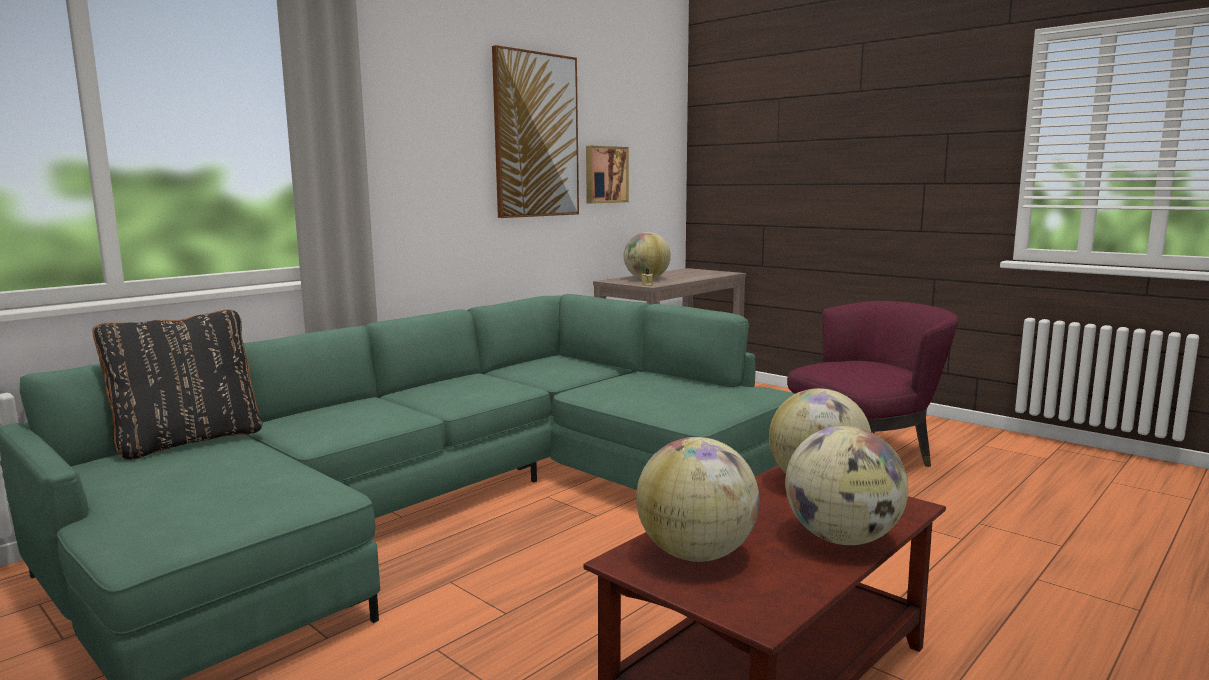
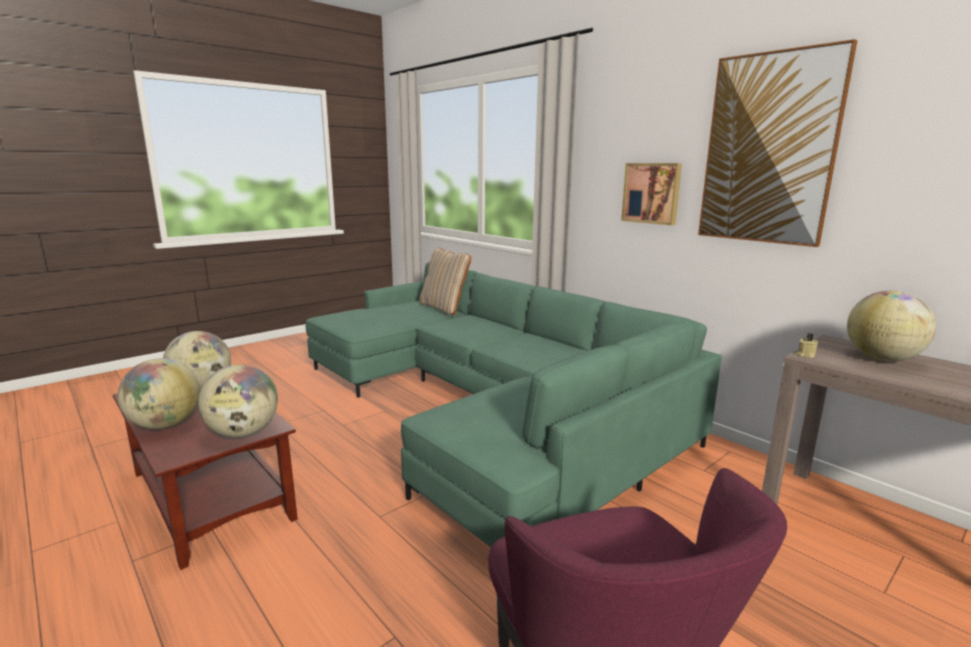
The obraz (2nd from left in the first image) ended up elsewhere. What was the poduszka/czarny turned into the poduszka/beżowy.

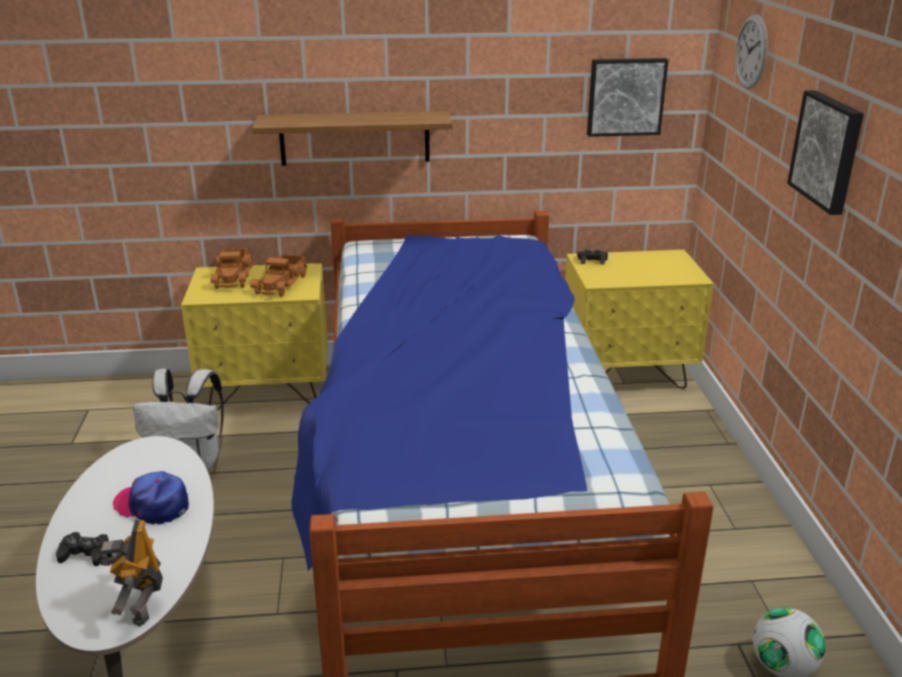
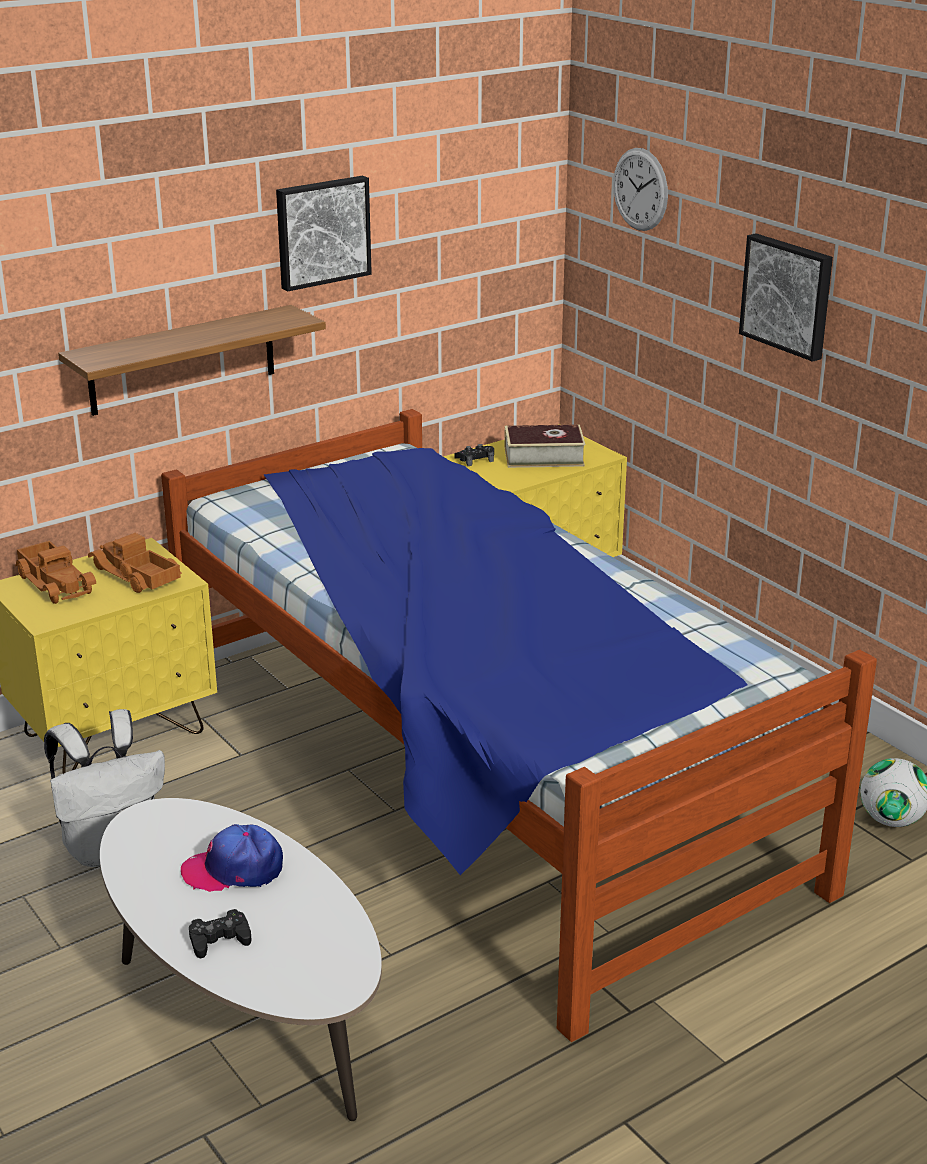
The obraz (1st from left) ended up elsewhere. The ciężarówka zabawkowa (2nd from left) ended up facing another way, 150 degrees clockwise from before. The second view lost the robot zabawkowy. The second view gained the książka.

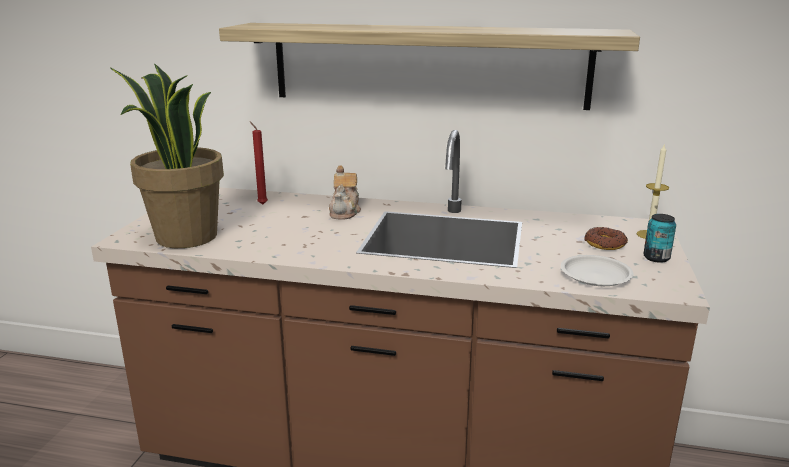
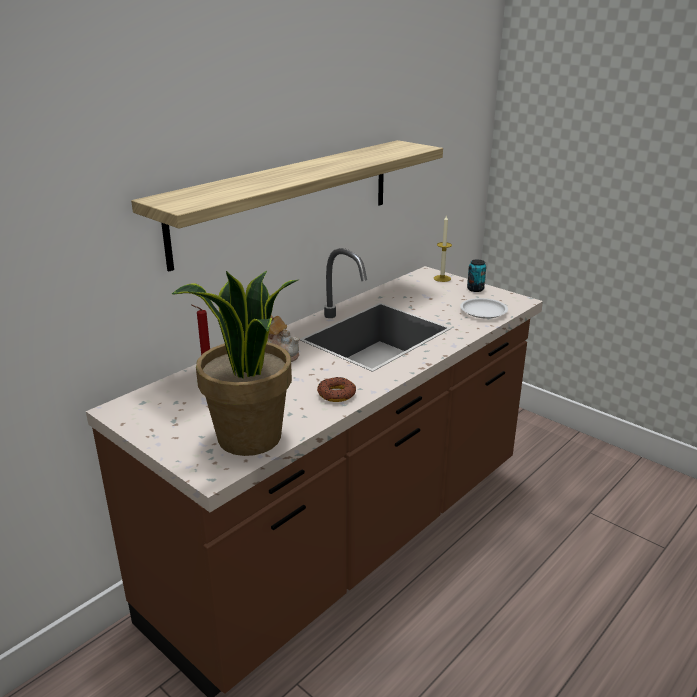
The donut ended up elsewhere.

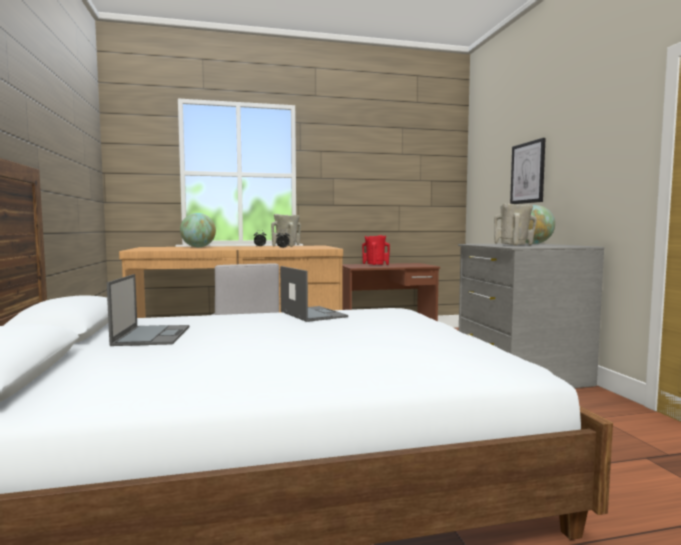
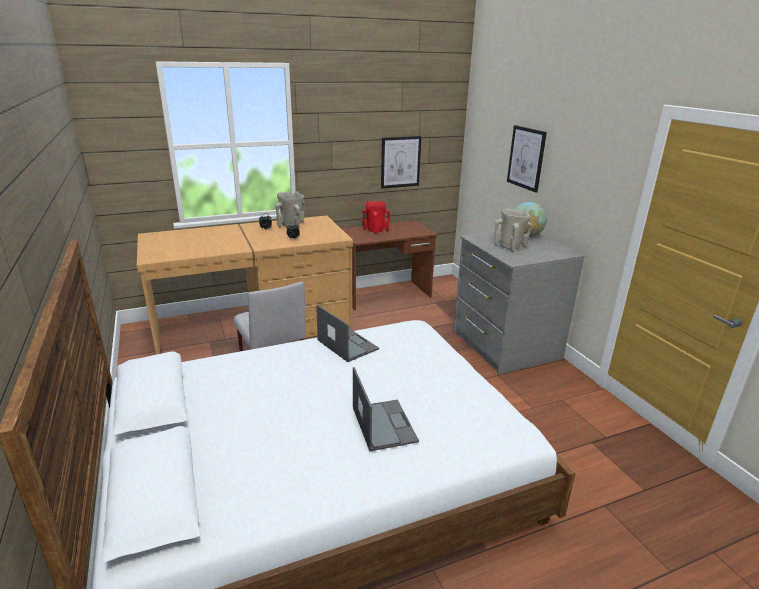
The second view lost the globus (1st from left). The laptop (1st from left in the first image) ended up elsewhere. The second view gained the obraz (1st from left).

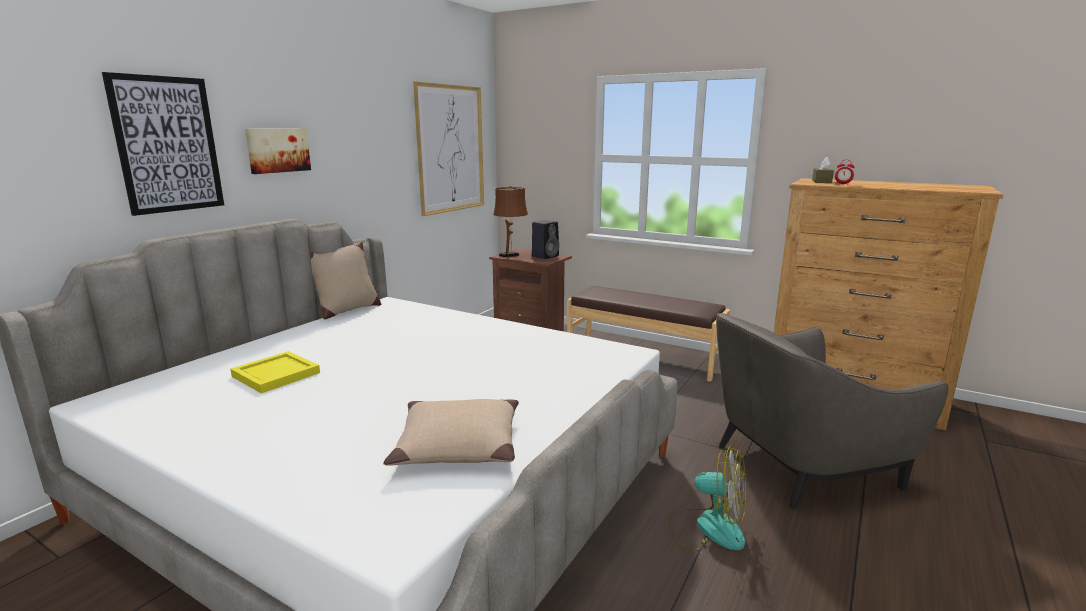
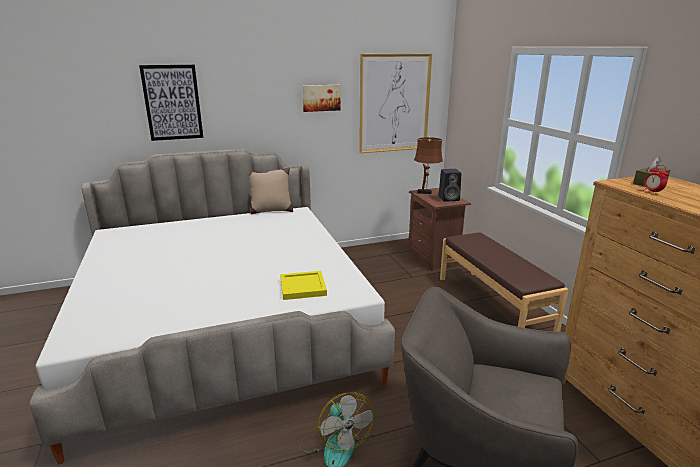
The obraz (2nd from left) ended up elsewhere. The taca/żółty ended up elsewhere. The second view lost the poduszka/beżowy (2nd from left).

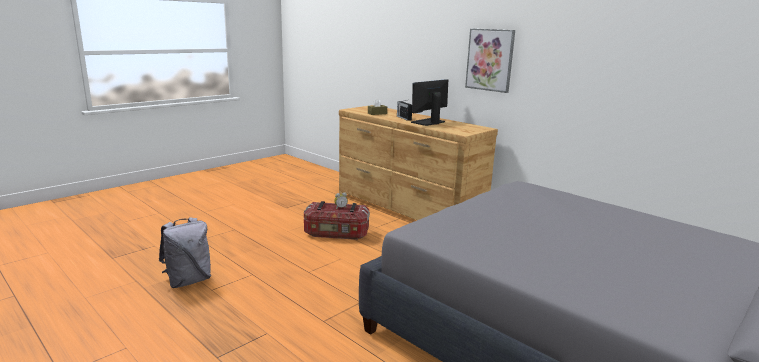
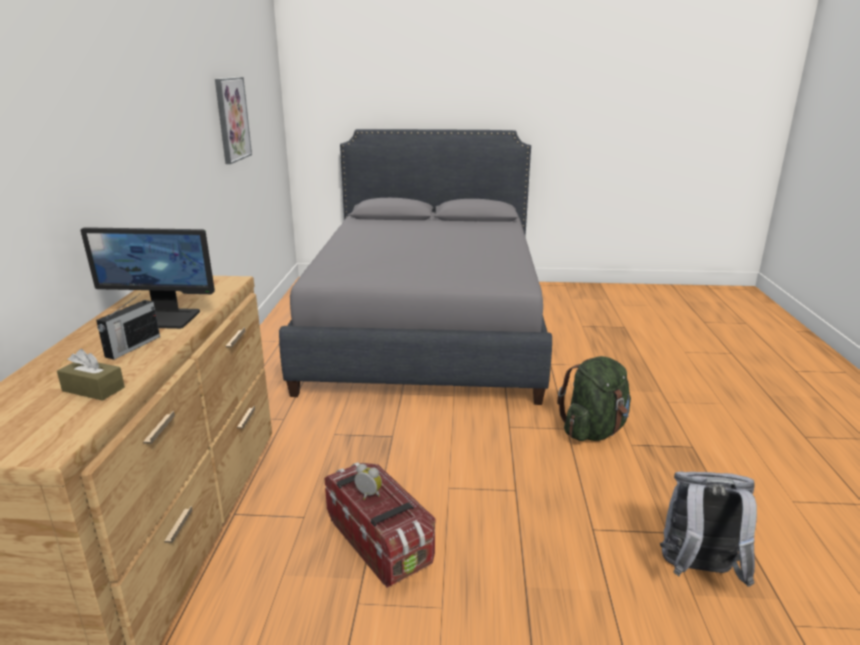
The obraz ended up elsewhere. The second view gained the plecak/zielony.

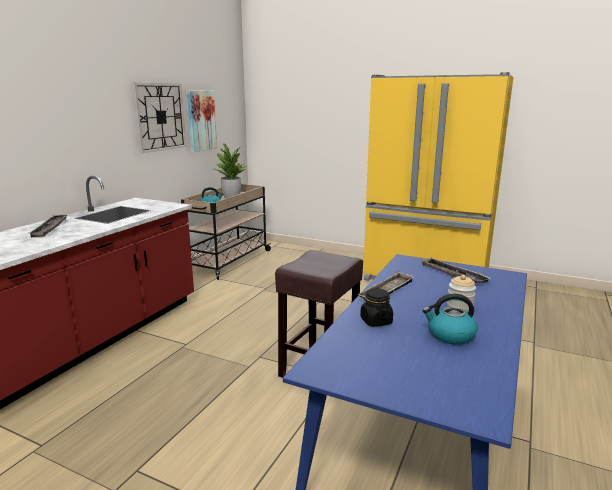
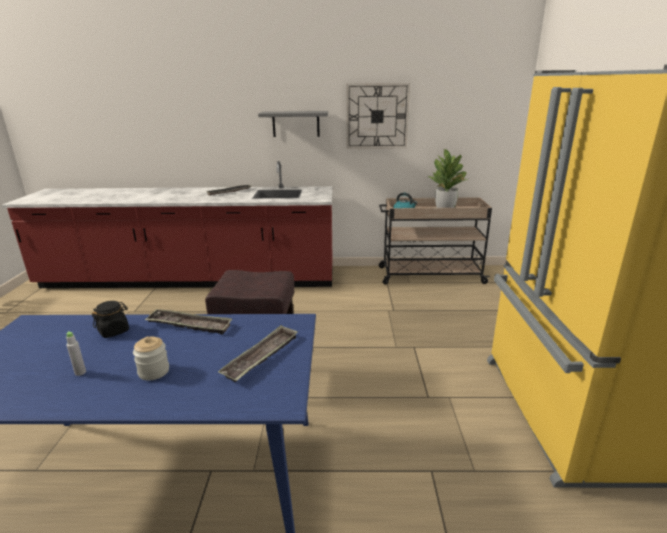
The second view lost the obraz. Where the czajnik (2nd from left) stood, the butelka/szary came to stand. The second view gained the półka/szary.

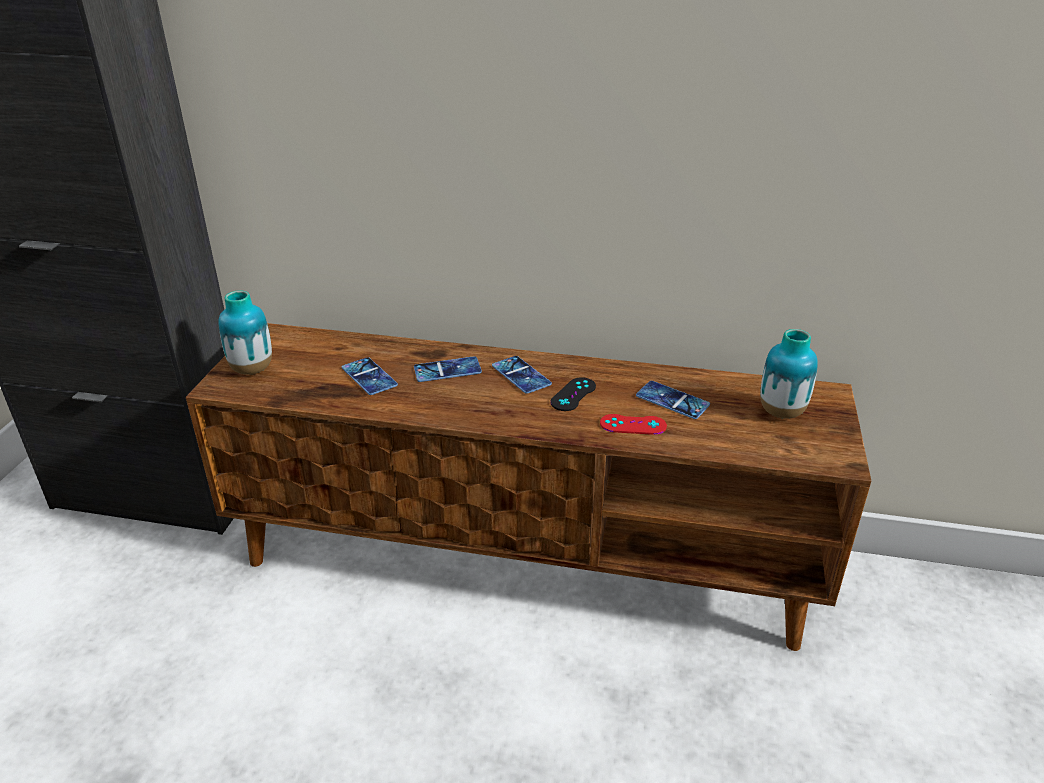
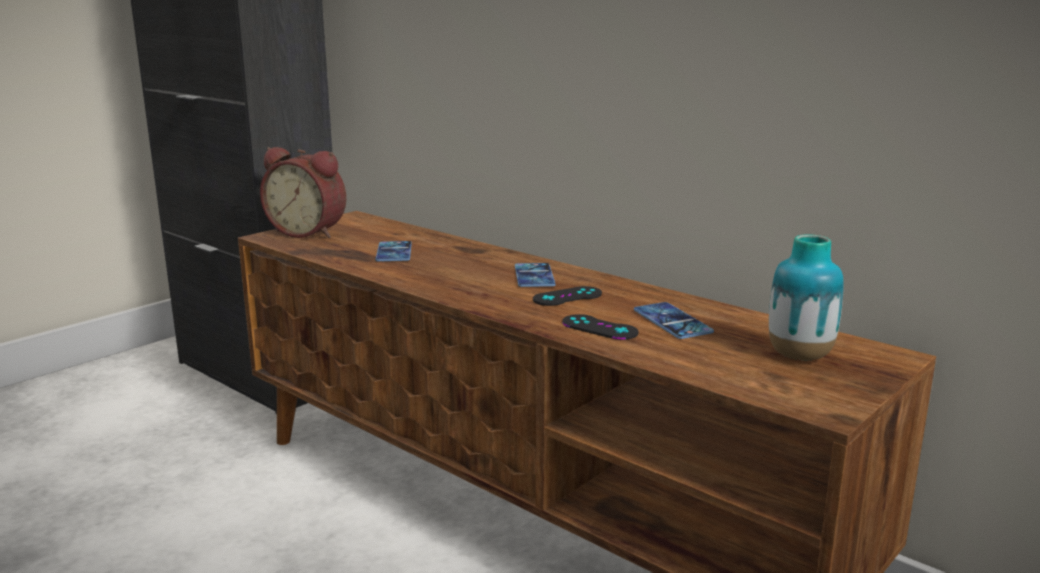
Where the wazon (1st from left) stood, the budzik came to stand. The second view lost the telefon (2nd from left). What was the pad do gier/czerwony turned into the pad do gier/czarny (2nd from left).

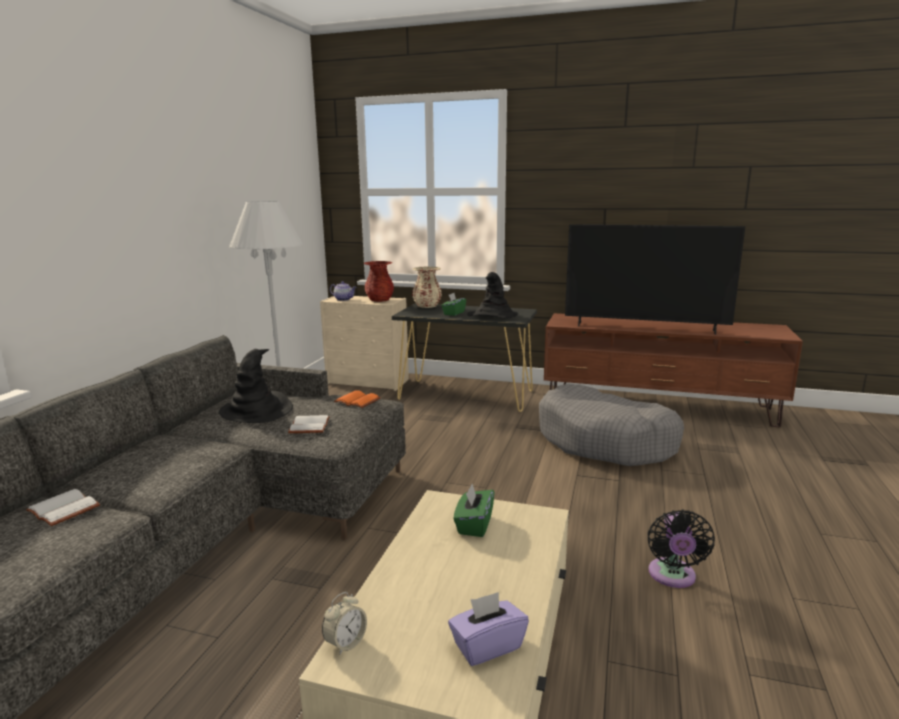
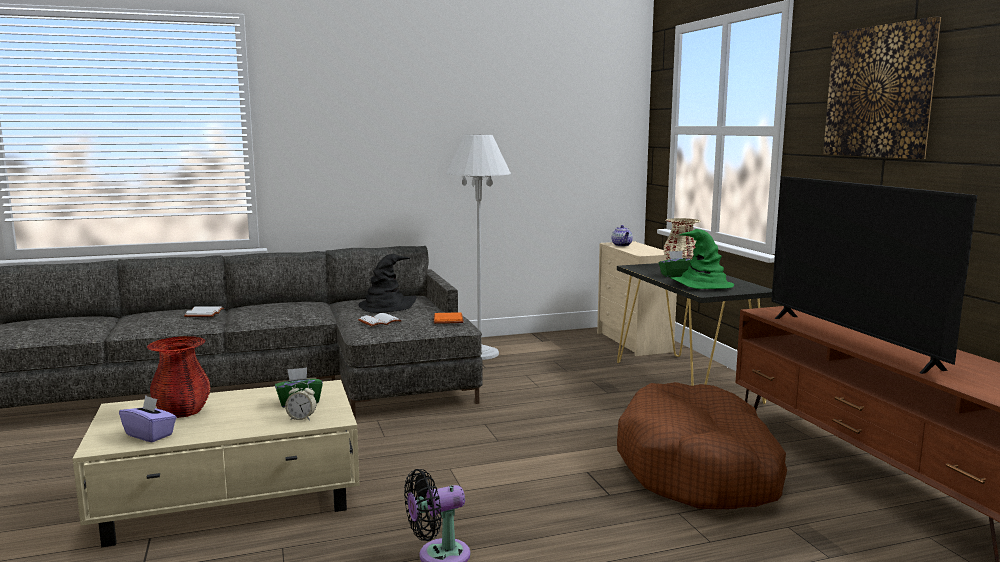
The wazon/czerwony ended up elsewhere. What was the kapelusz/czarny (2nd from left) turned into the kapelusz/zielony. What was the legowisko/szary turned into the legowisko/brązowy. The budzik ended up elsewhere. The second view gained the obraz.

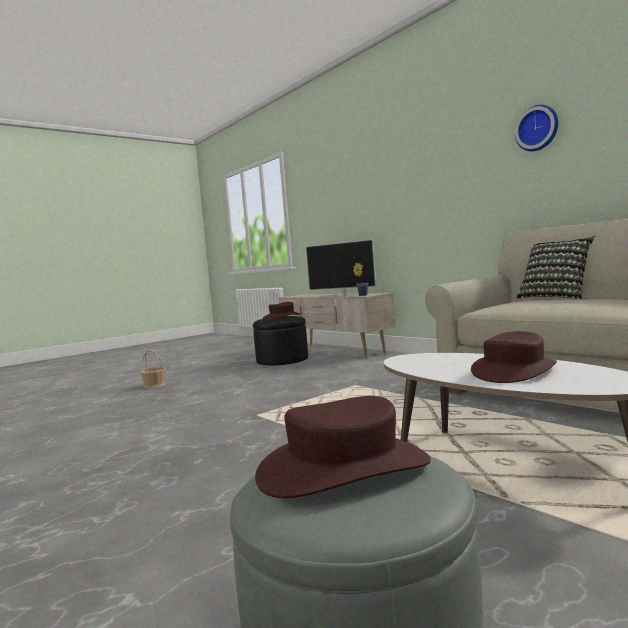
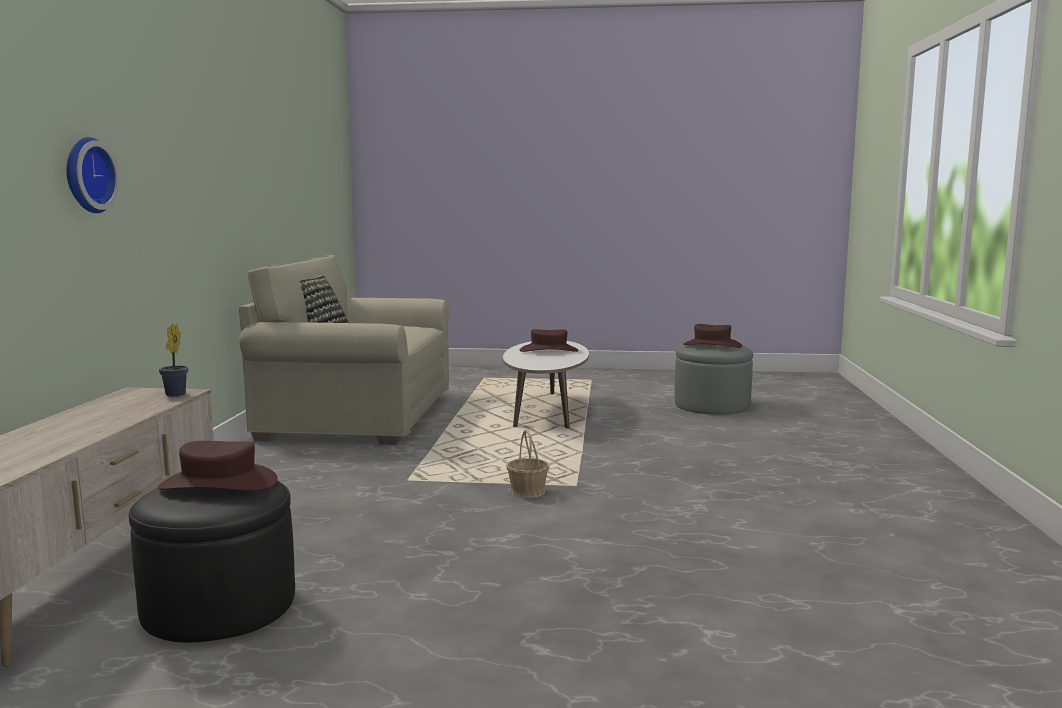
The zegar ścienny ended up elsewhere. The second view lost the telewizor. The koszyk ended up elsewhere.

